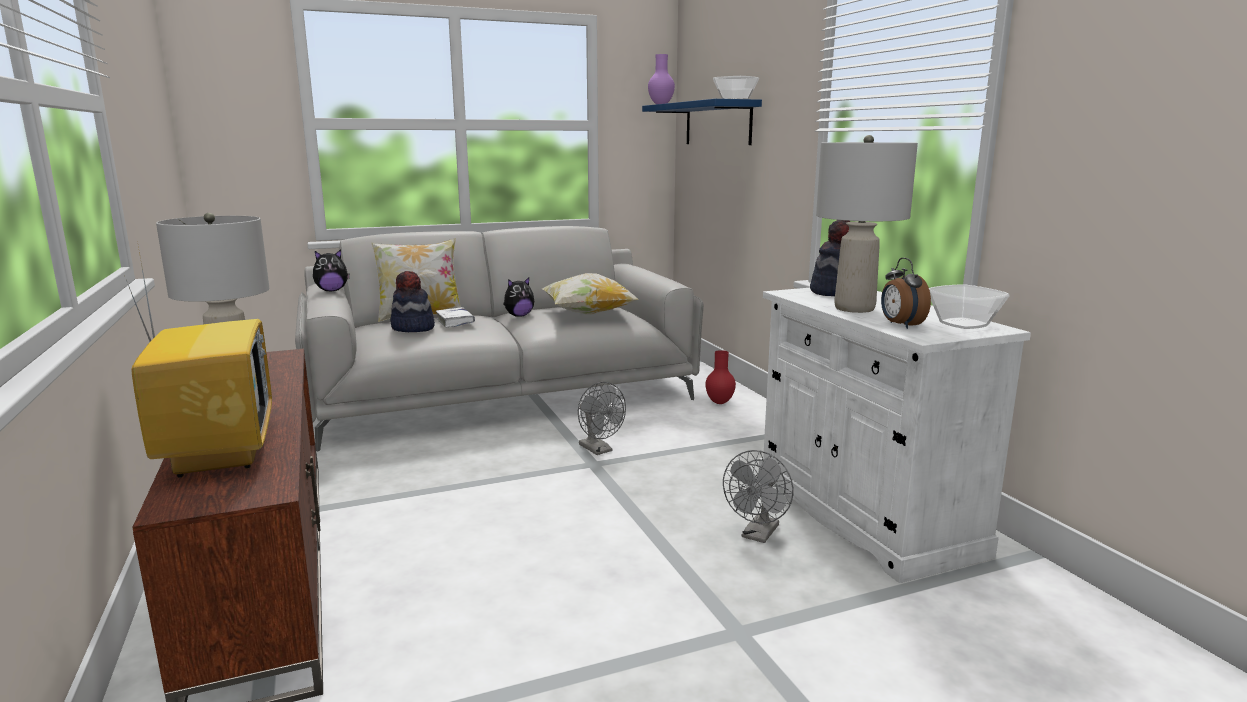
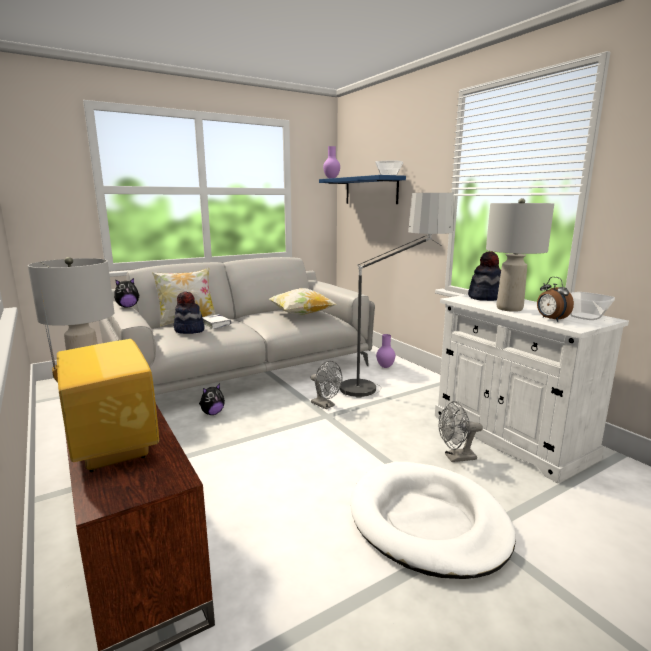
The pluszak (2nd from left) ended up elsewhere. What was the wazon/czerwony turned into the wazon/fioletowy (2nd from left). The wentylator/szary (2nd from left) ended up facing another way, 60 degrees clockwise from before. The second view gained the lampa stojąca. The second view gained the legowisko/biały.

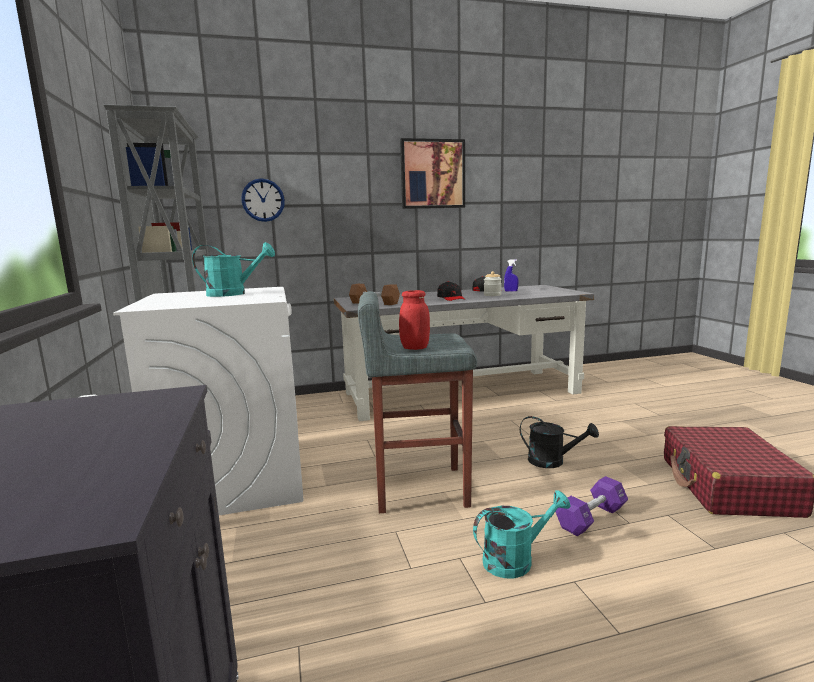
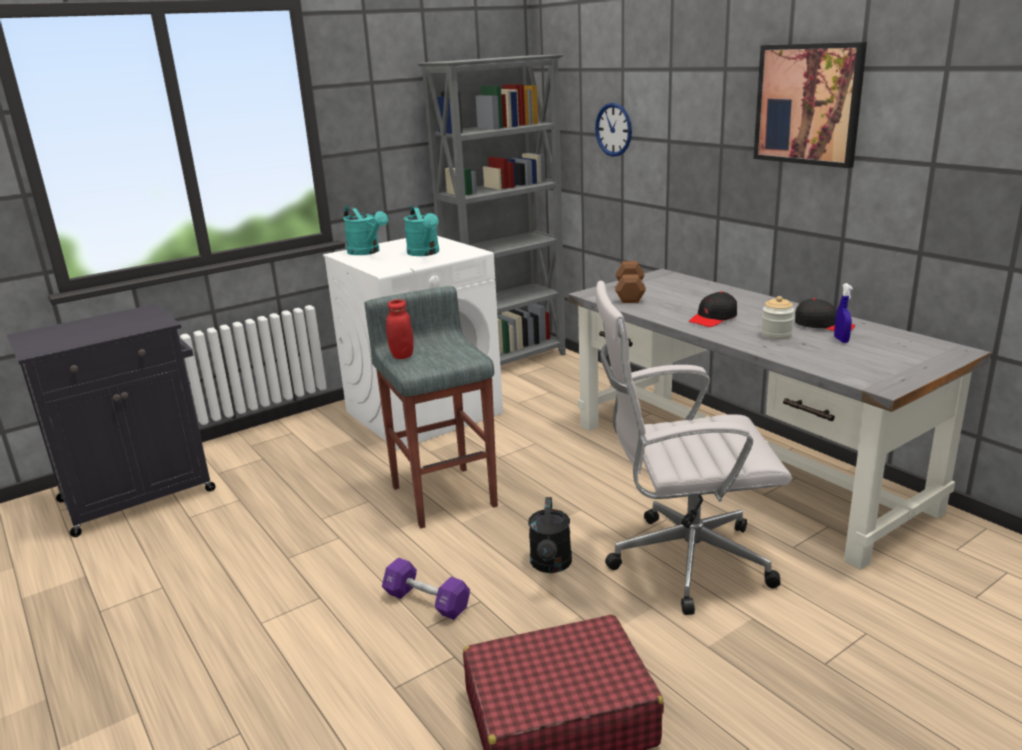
The konewka/turkusowy (2nd from left in the first image) ended up elsewhere. The second view gained the krzesło biurowe/biały.

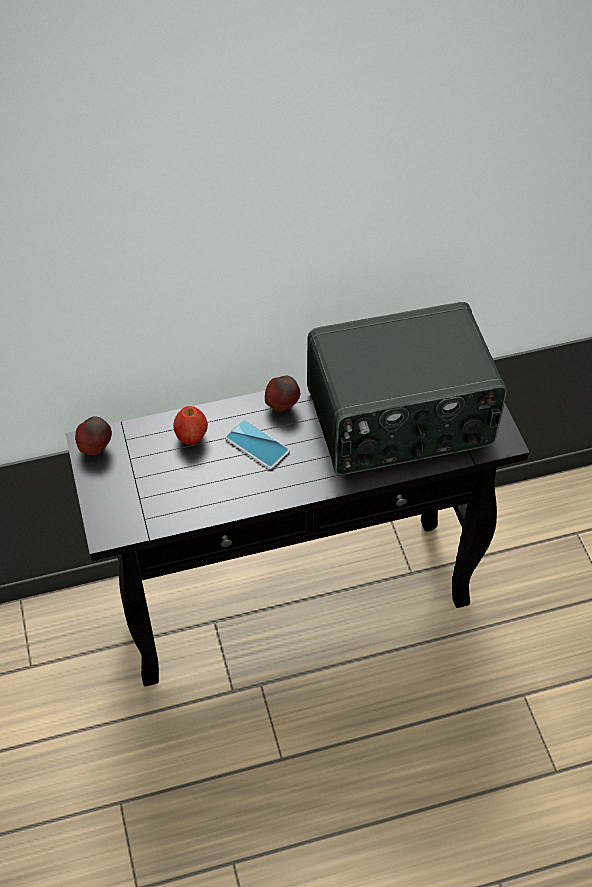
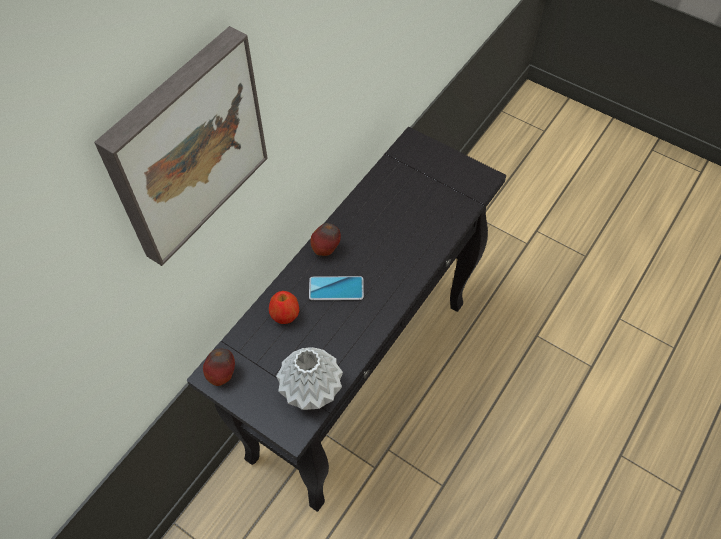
The second view lost the radio. The second view gained the obraz. The second view gained the wazon/szary.

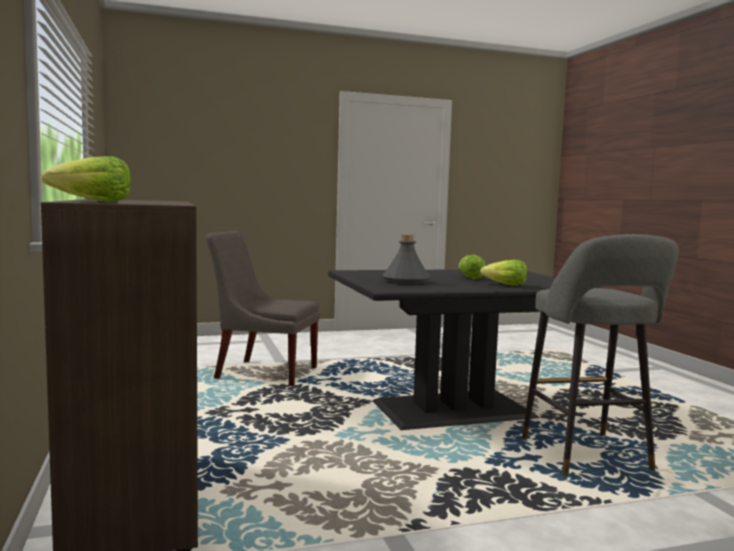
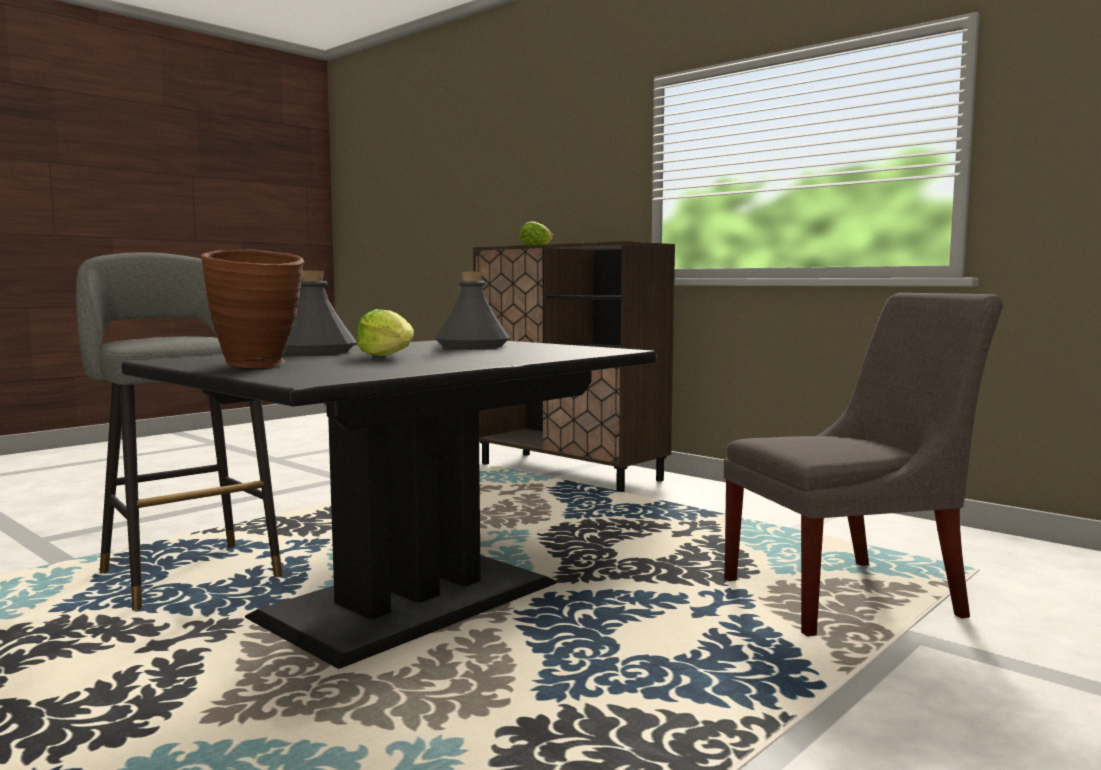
Where the sałata (3rd from left) stood, the butelka/szary (1st from left) came to stand. The second view gained the wazon/brązowy.

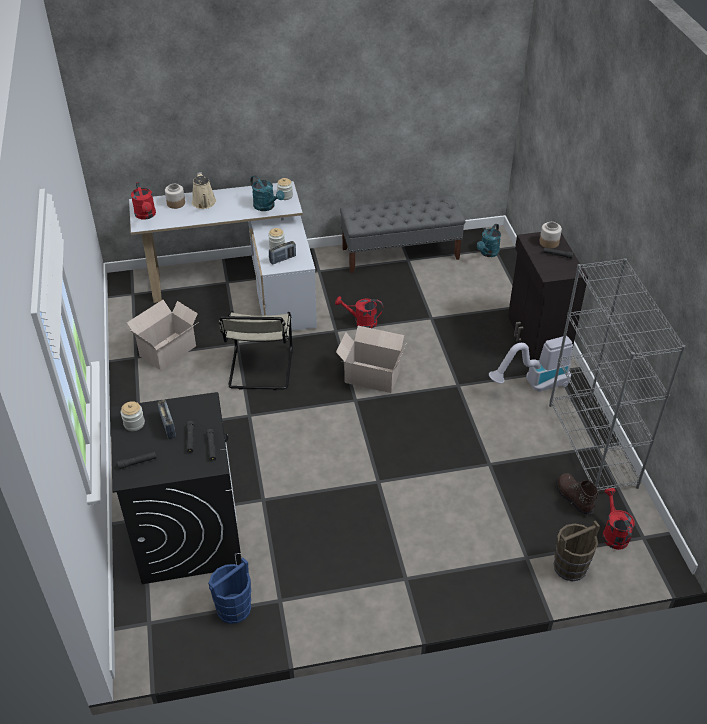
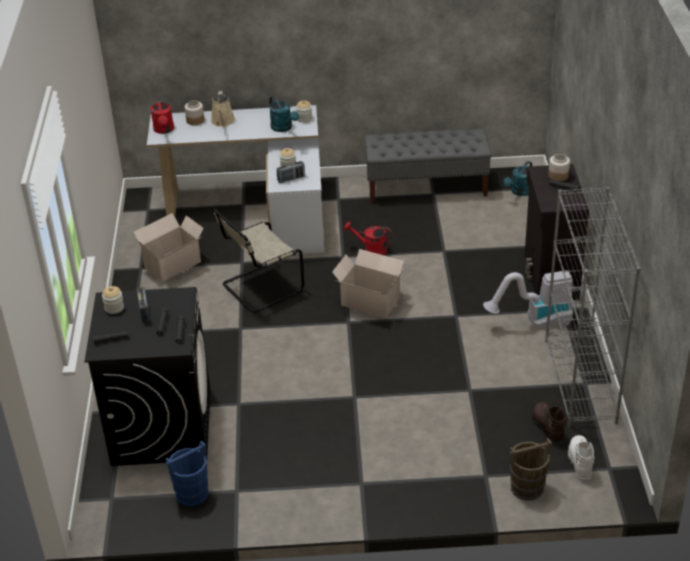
The krzesło/beżowy ended up facing another way, 45 degrees clockwise from before. Where the konewka/czerwony (3rd from left) stood, the but z cholewką/biały came to stand.

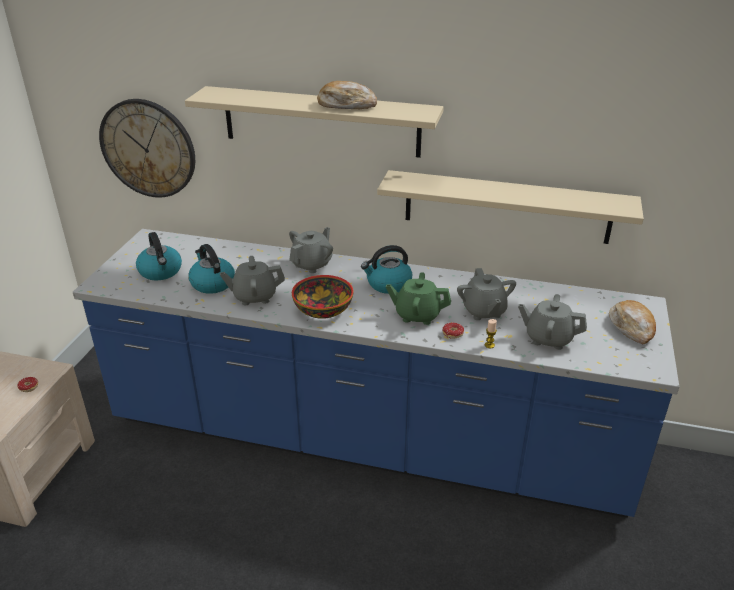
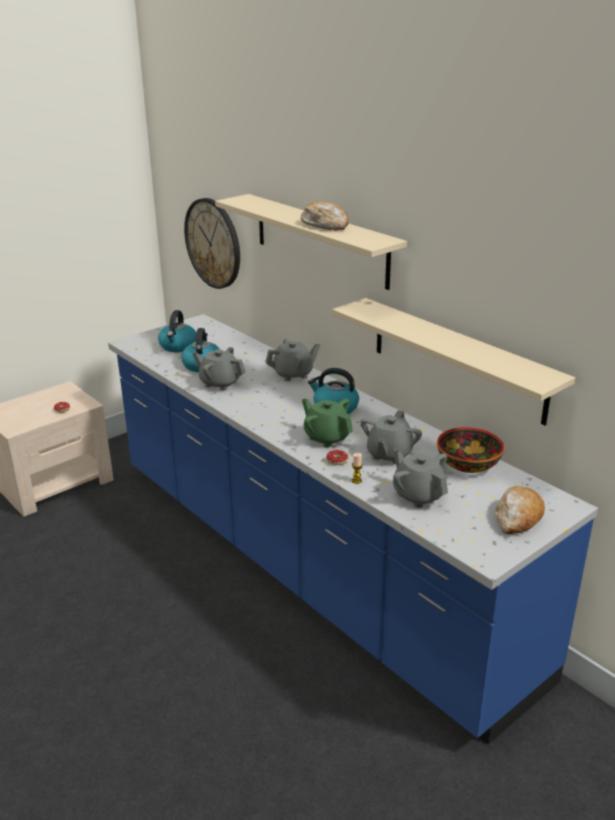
The miska ended up elsewhere.

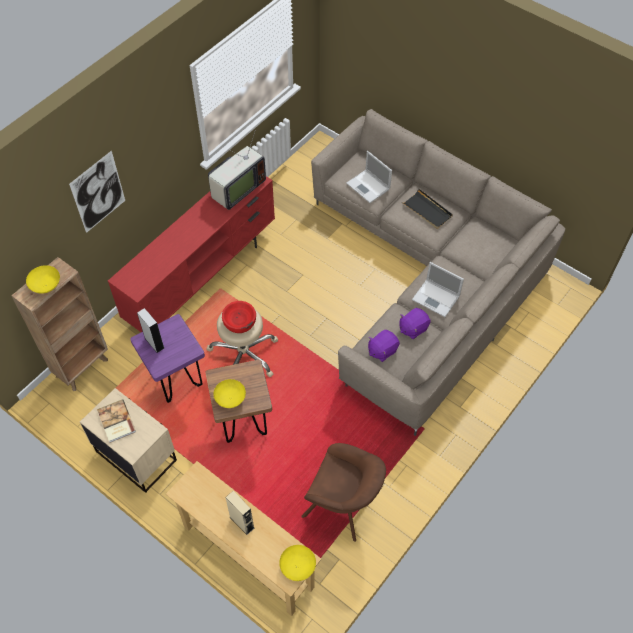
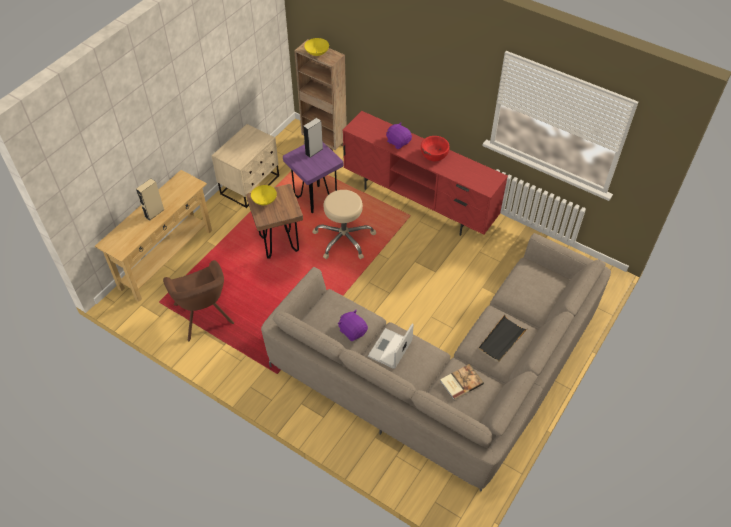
The second view lost the telewizor. The second view lost the obraz. The second view lost the laptop (1st from left). The miska/czerwony ended up elsewhere. The pluszak/fioletowy (1st from left in the first image) ended up elsewhere. The książka ended up elsewhere. The fotel/brązowy ended up facing another way, 45 degrees counterclockwise from before. The second view lost the miska/żółty (3rd from left).

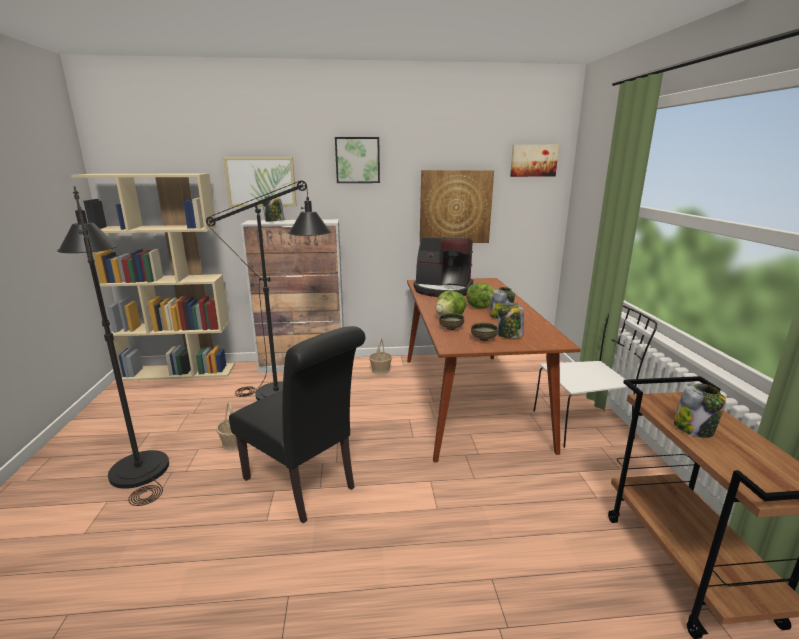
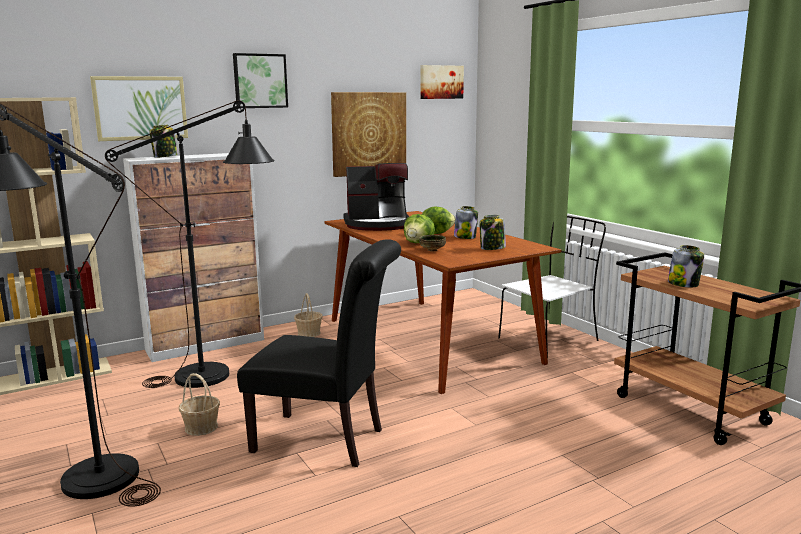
The second view lost the miska (2nd from left).

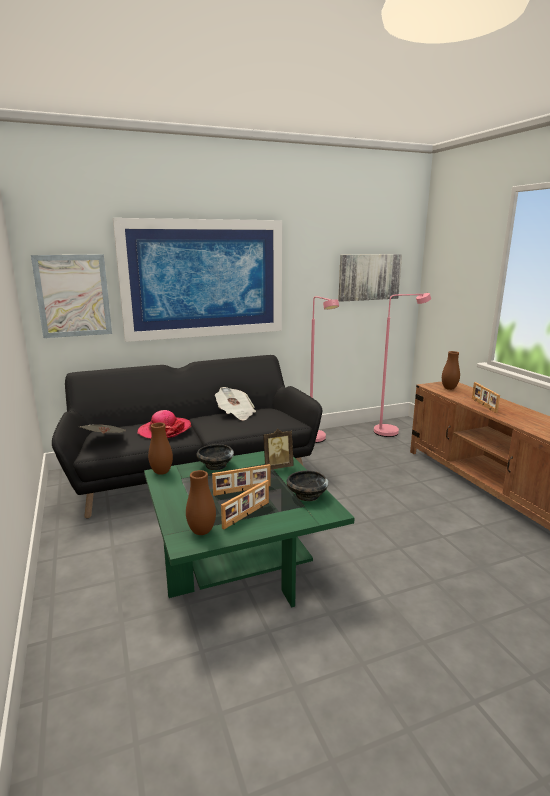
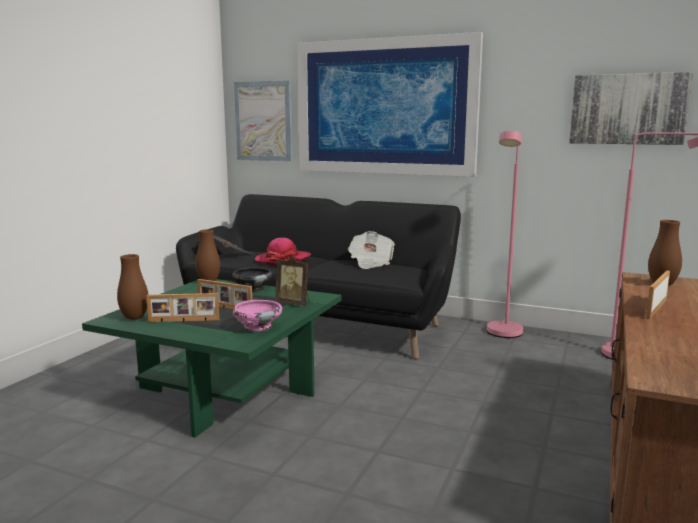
What was the miska/czarny (2nd from left) turned into the miska/różowy.

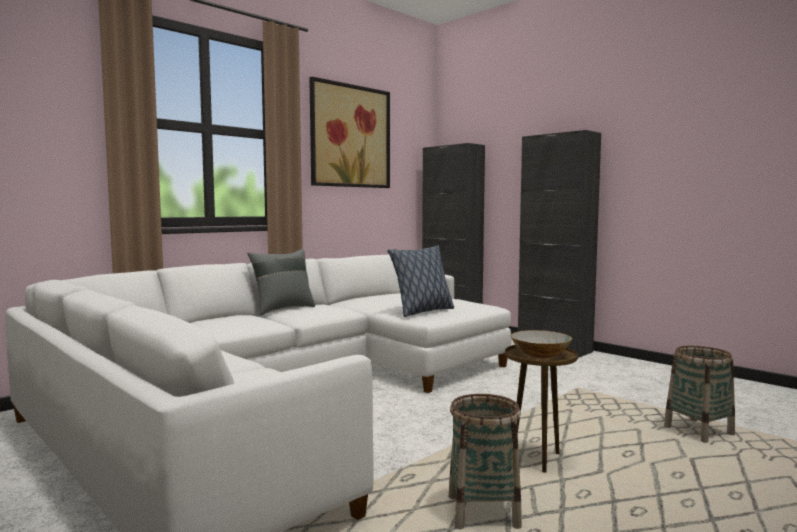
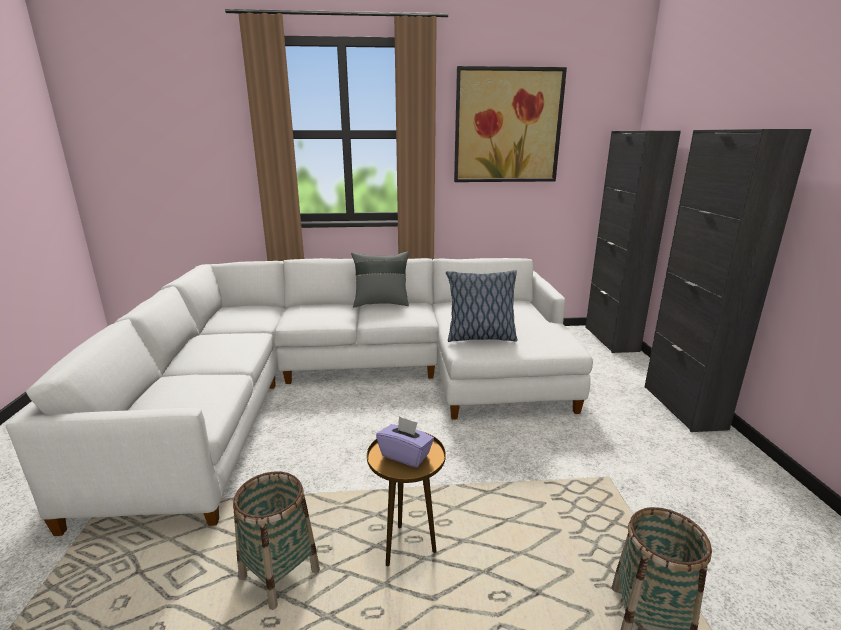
Where the miska stood, the pudełko chusteczek/fioletowy came to stand.

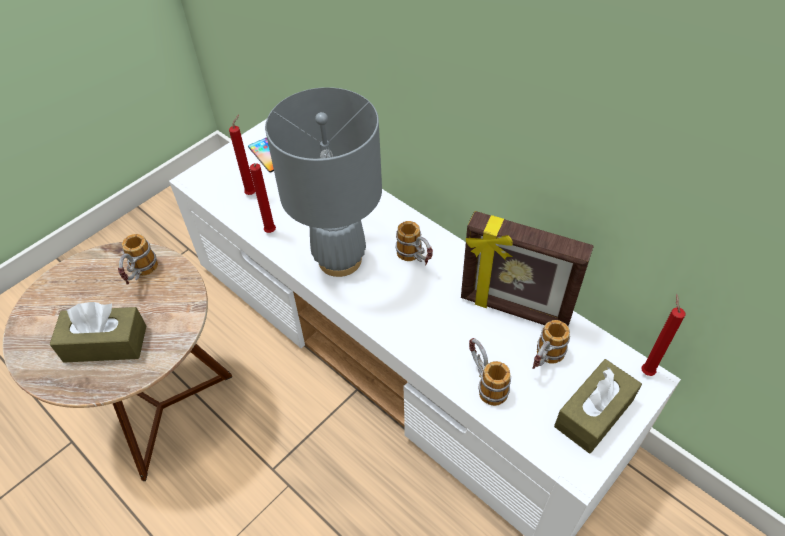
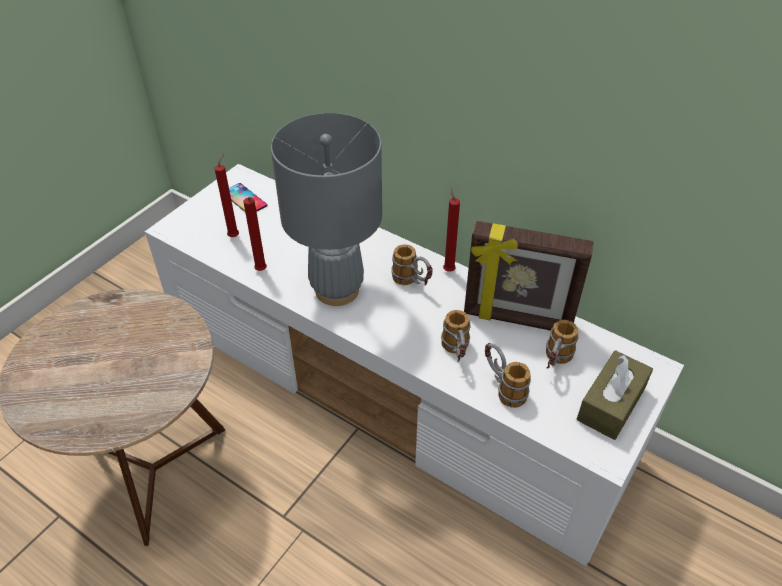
The kubek (1st from left in the first image) ended up elsewhere. The świeca/czerwony (3rd from left) ended up elsewhere. The second view lost the pudełko chusteczek/brązowy (1st from left).

